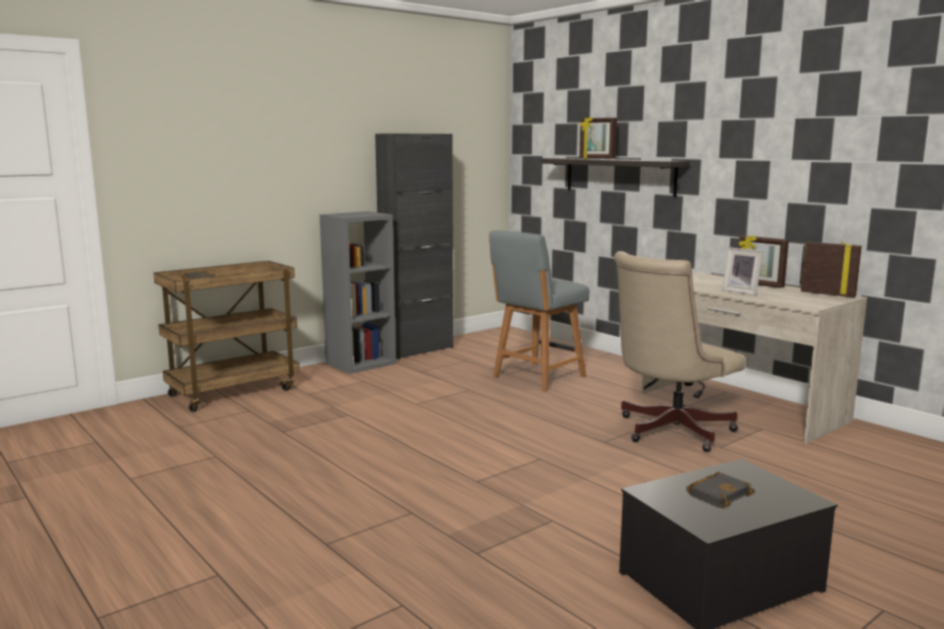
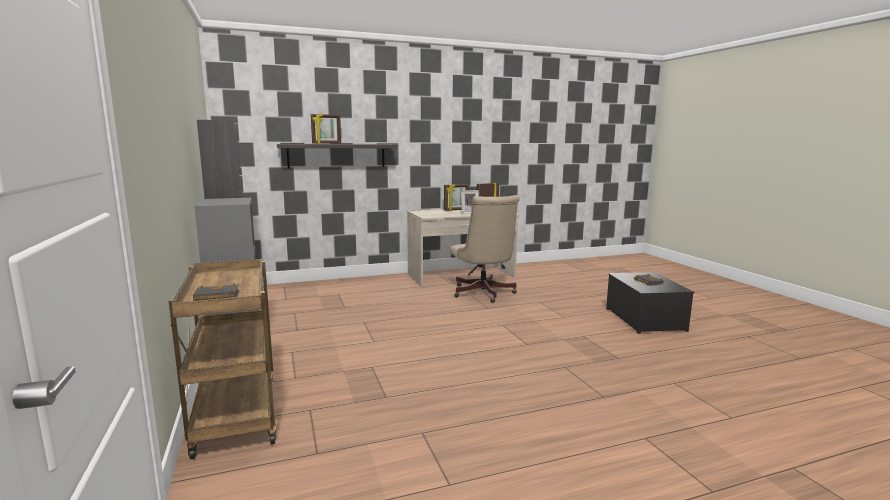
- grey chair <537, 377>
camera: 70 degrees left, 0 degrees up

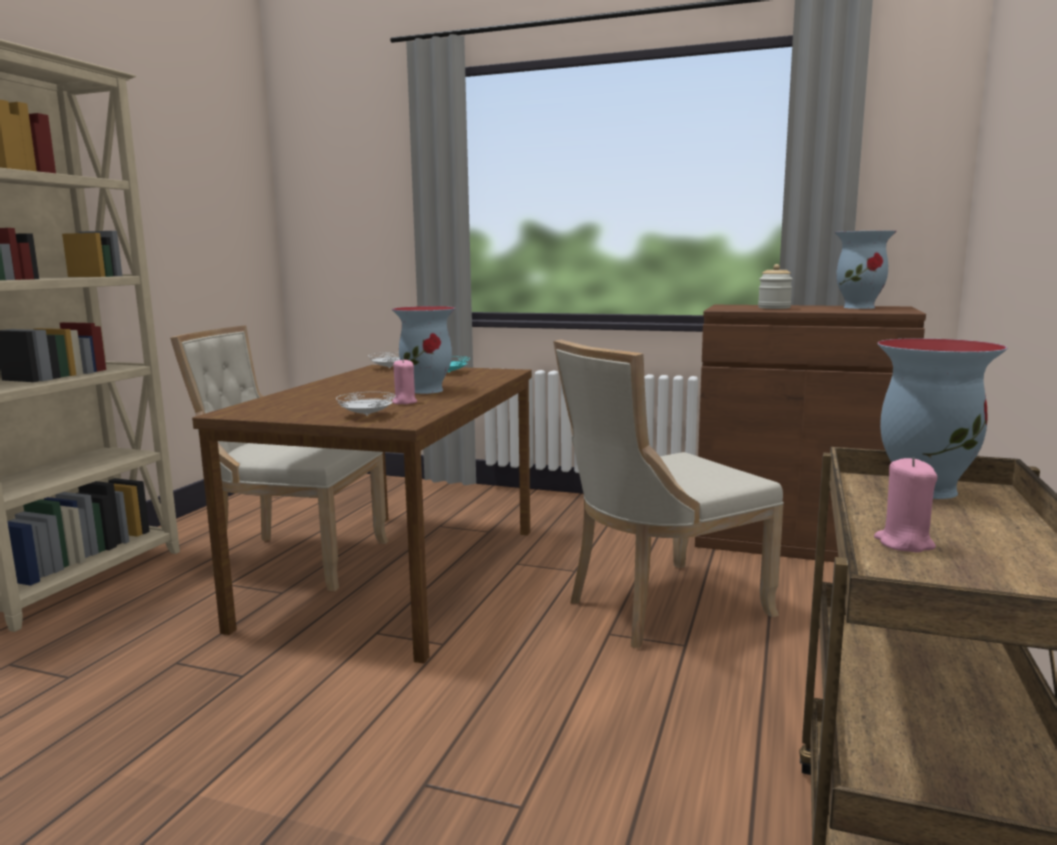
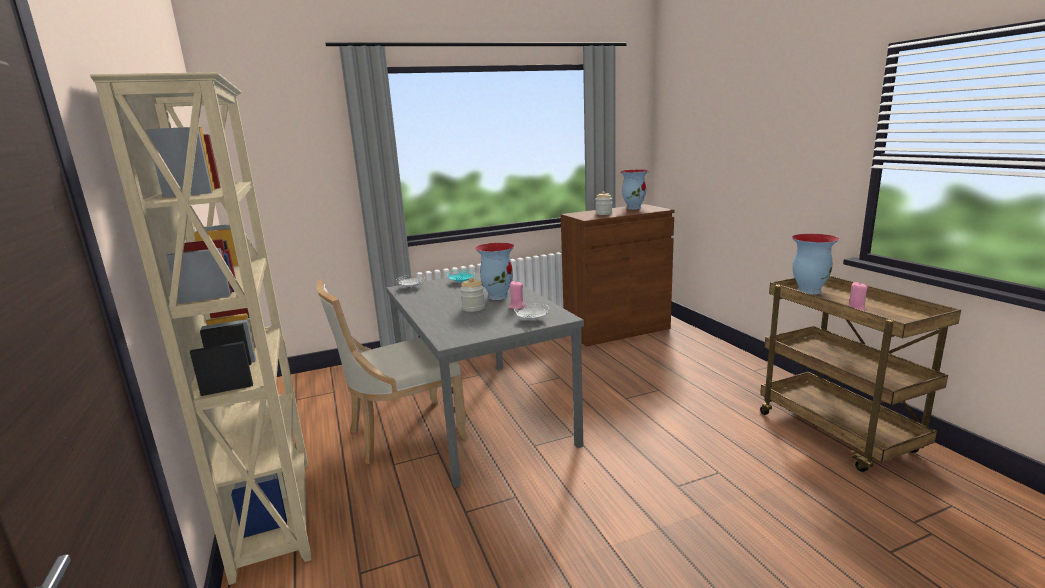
~ brown dining table <397, 574> to grey dining table <480, 415>
+ jar <473, 308>
- beige chair <658, 607>
camera: 40 degrees left, 5 degrees up

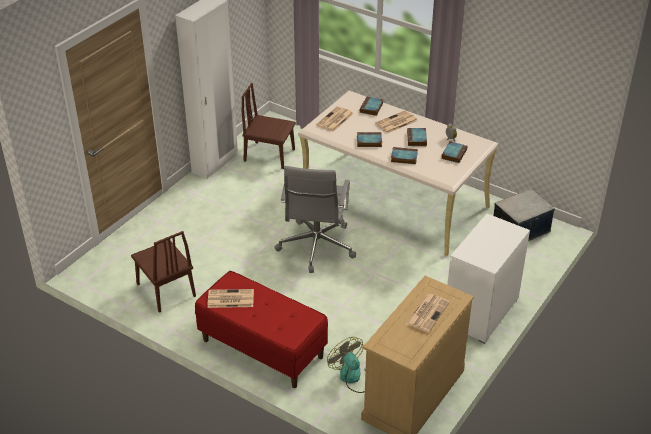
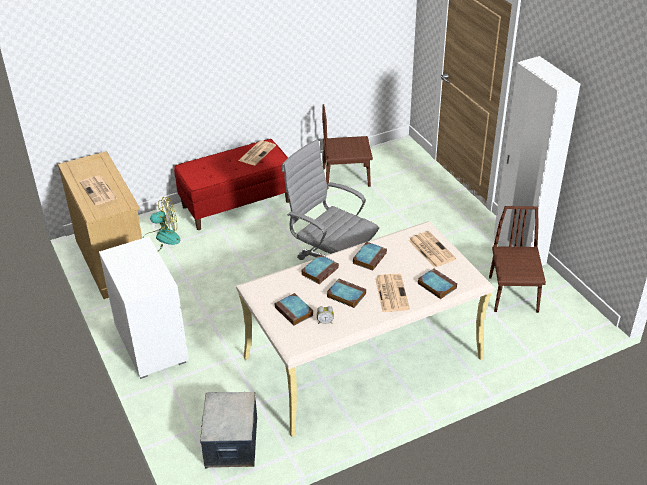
~ brown chair <269, 155> = <513, 294> 45 degrees counterclockwise
camera: 120 degrees right, 0 degrees up

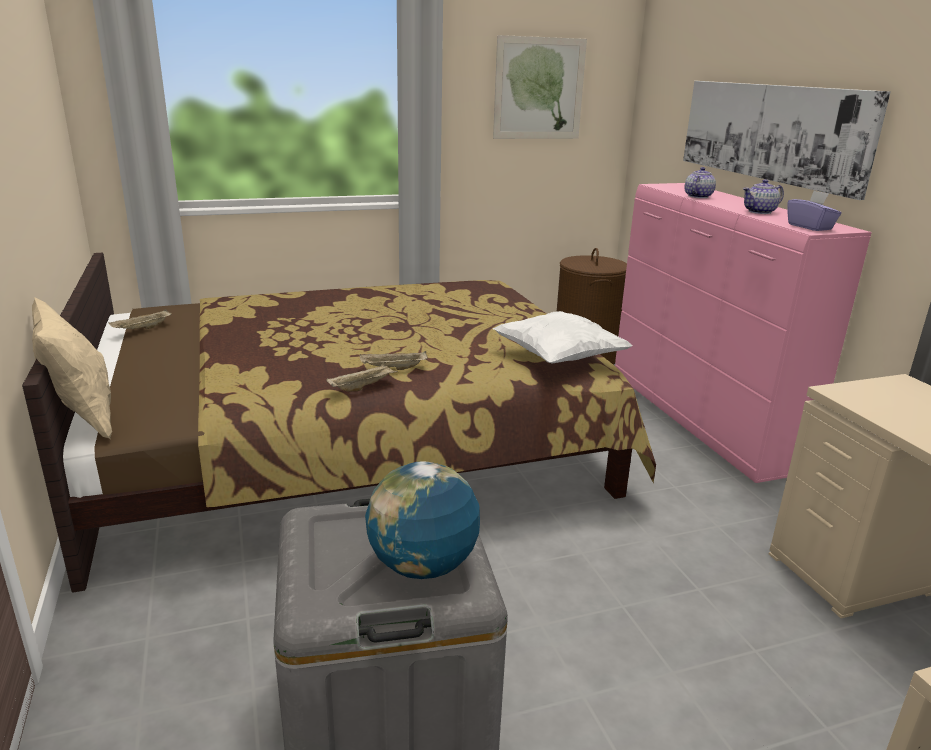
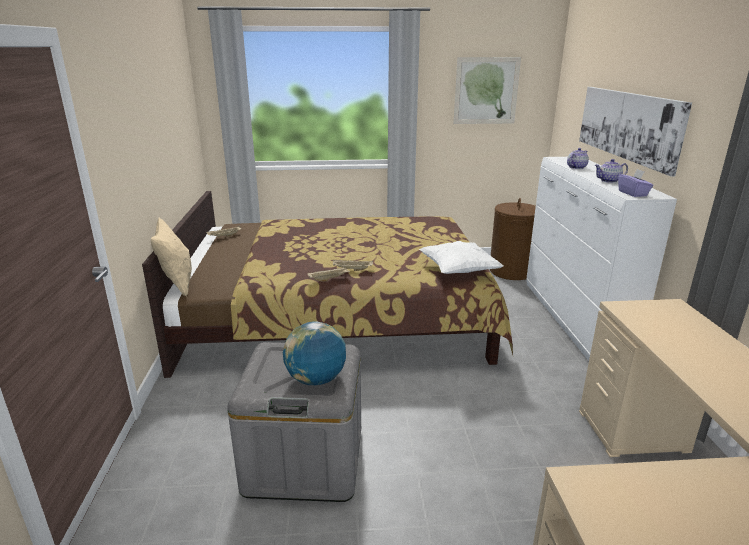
~ pink dresser <698, 420> to white dresser <572, 321>
camera: 15 degrees right, 0 degrees up

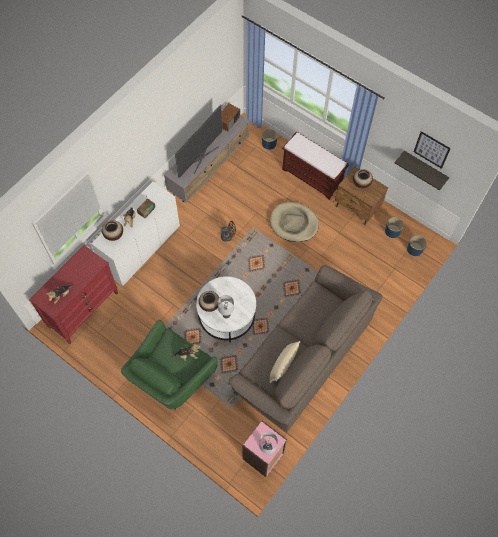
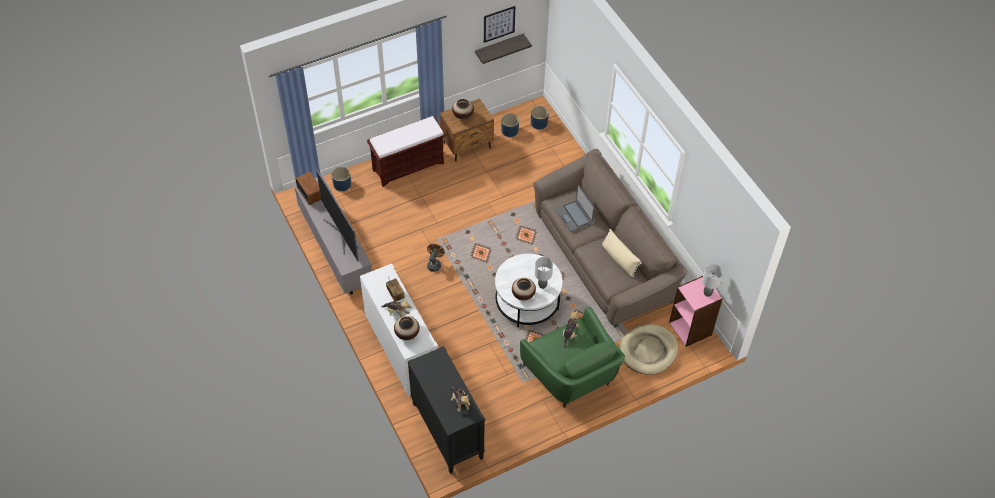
~ red dresser <83, 309> to black dresser <447, 431>
+ laptop <574, 216>
~ beige dog bed <294, 223> to <648, 351>
camera: 65 degrees left, 10 degrees down

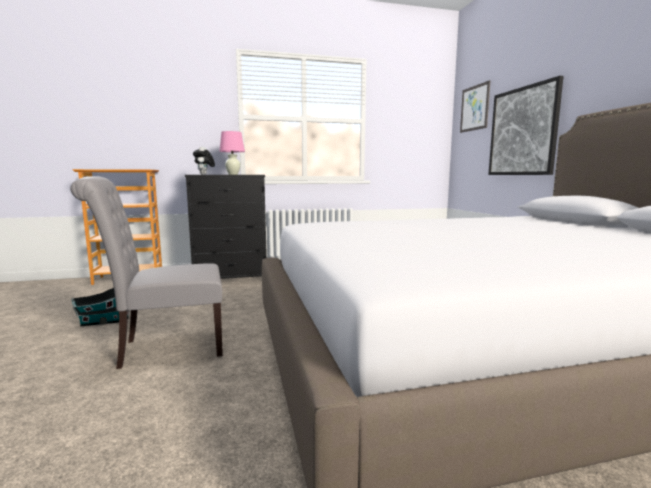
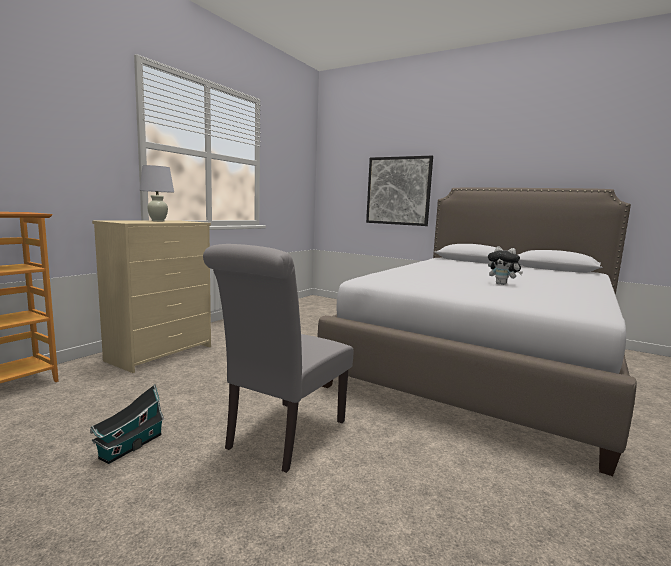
~ black dresser <231, 278> to beige dresser <161, 353>
~ pink table lamp <233, 174> to white table lamp <158, 221>
~ plush toy <204, 174> to <502, 284>
- picture <474, 108>
camera: 45 degrees left, 0 degrees up

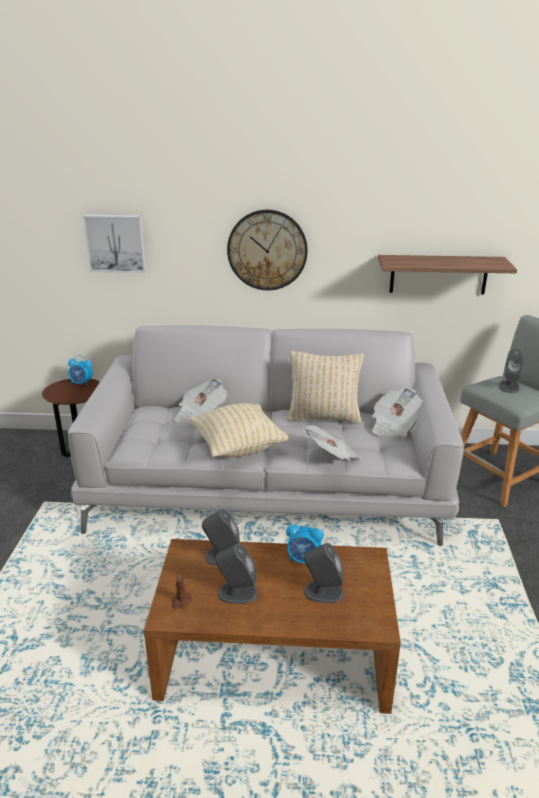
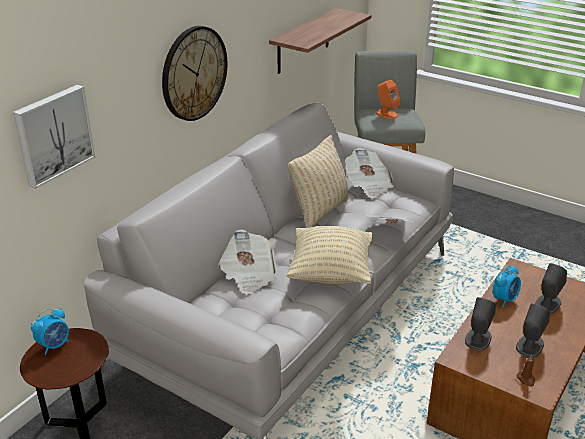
~ grey speaker <509, 386> to orange speaker <386, 114>
camera: 60 degrees left, 5 degrees up

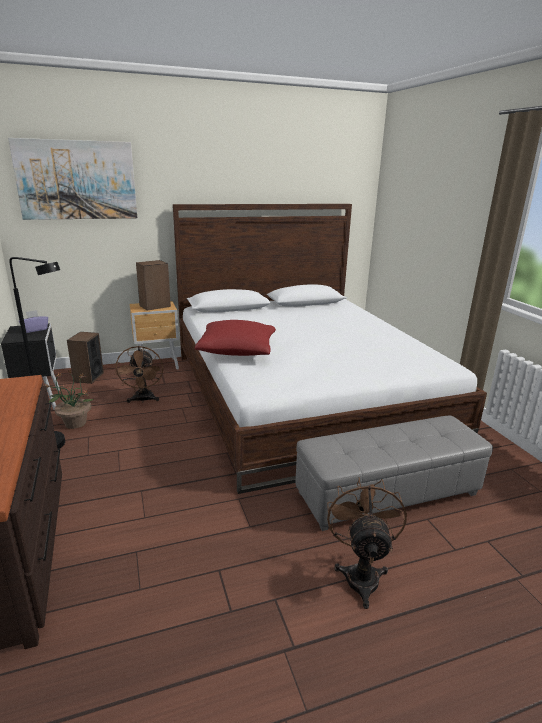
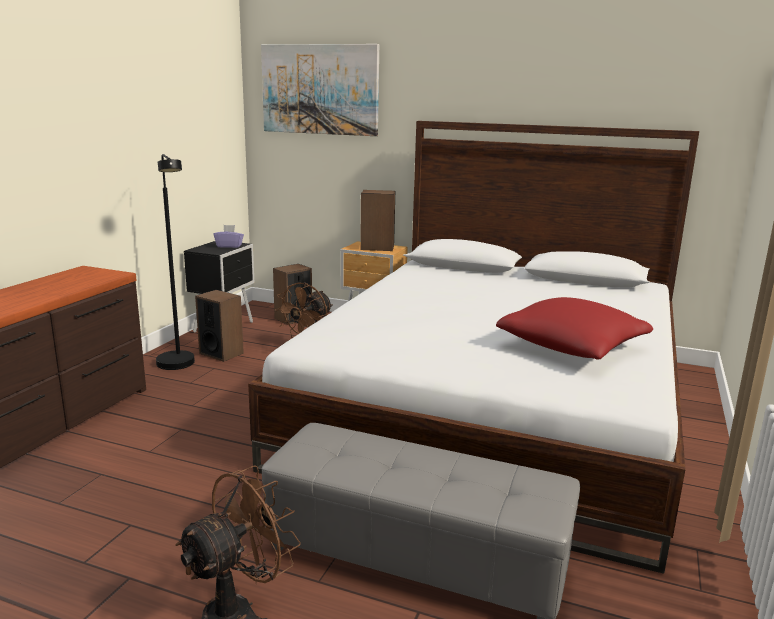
~ potted plant <75, 423> to speaker <221, 353>
~ red pillow <236, 350> to <571, 347>
camera: 40 degrees right, 5 degrees down

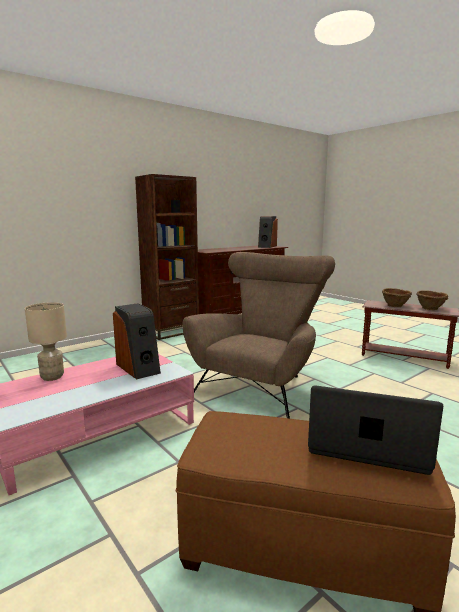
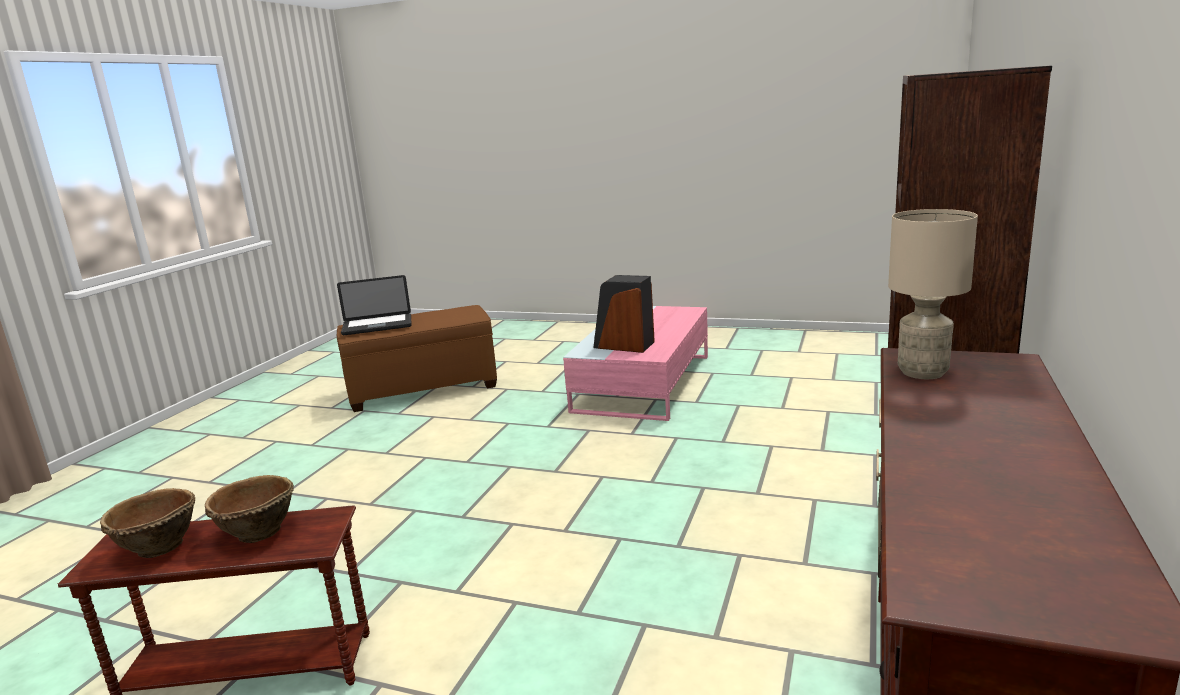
~ beige table lamp <52, 377> to <923, 373>
- brown armchair <261, 385>
- speaker <267, 246>
camera: 150 degrees right, 5 degrees up

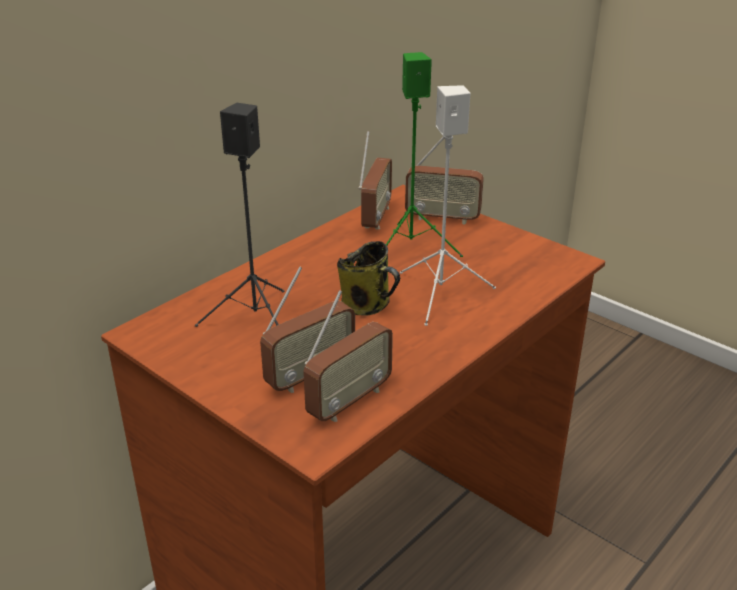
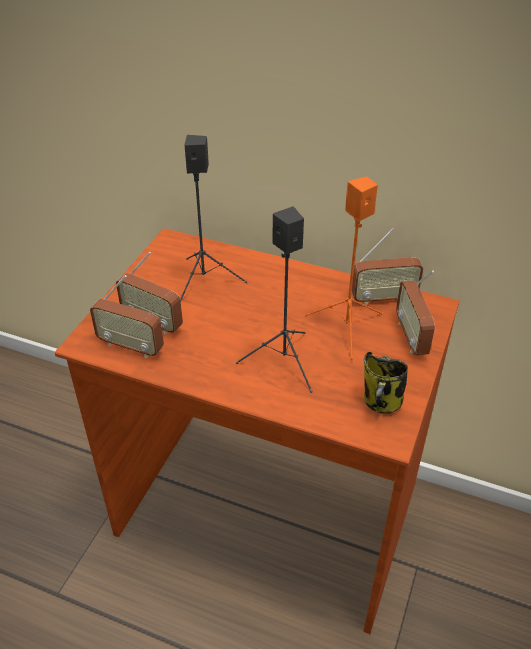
~ white speaker <440, 295> to black speaker <283, 362>
~ green speaker <412, 248> to orange speaker <346, 330>
~ mug <368, 306> to <381, 403>
camera: 70 degrees right, 10 degrees up

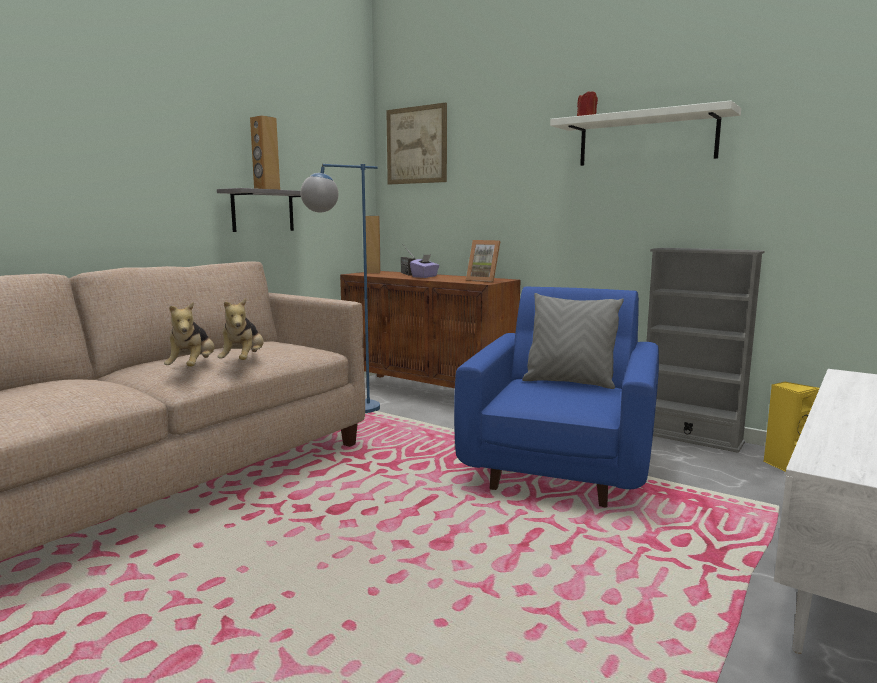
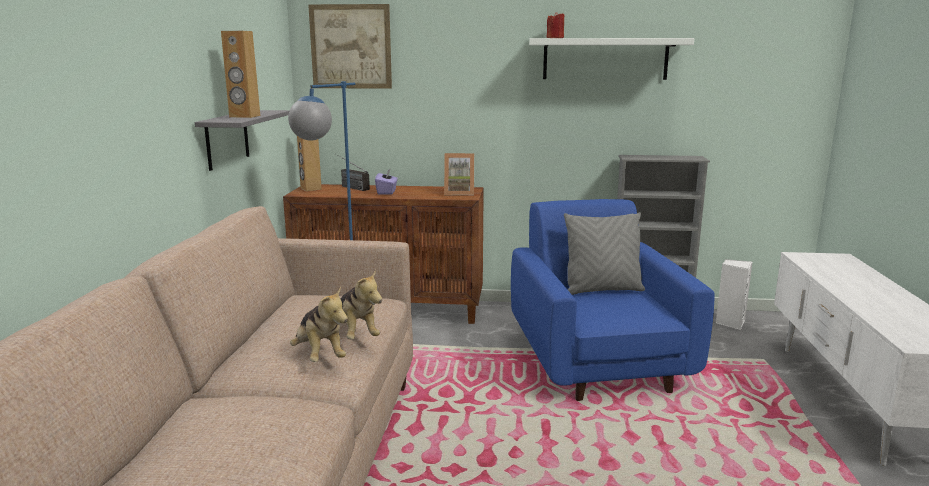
~ yellow speaker <785, 465> to white speaker <730, 322>
camera: 30 degrees left, 5 degrees up

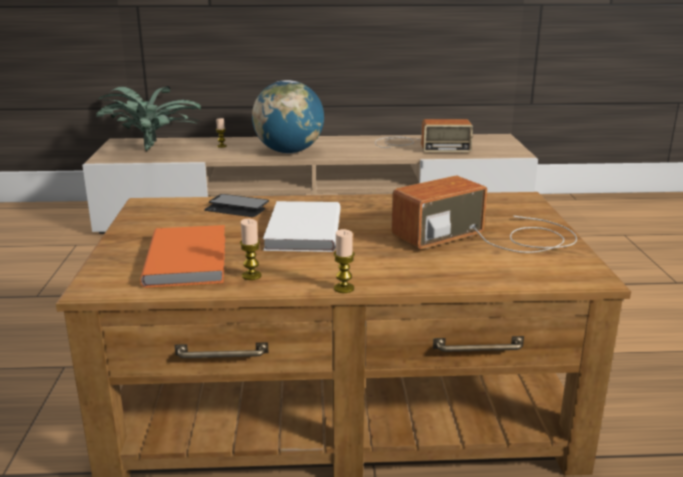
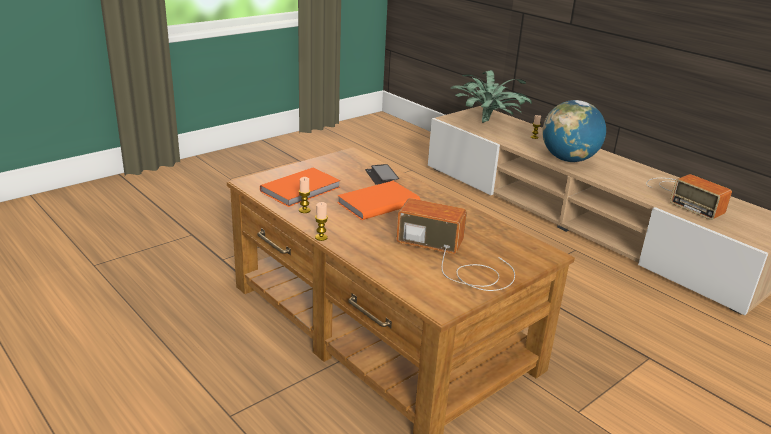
~ white book <301, 231> to orange book <376, 203>
camera: 50 degrees right, 5 degrees up

